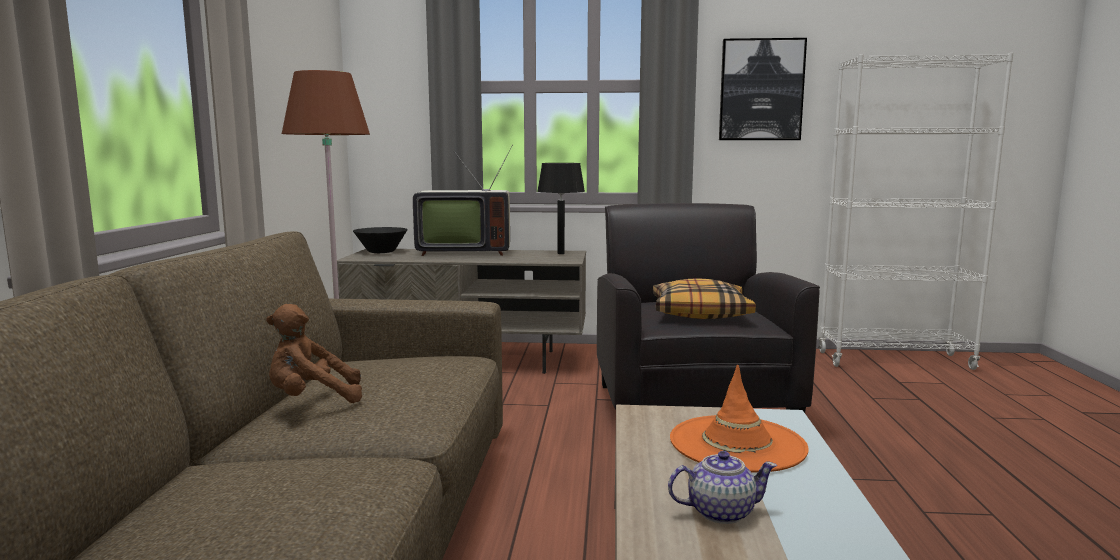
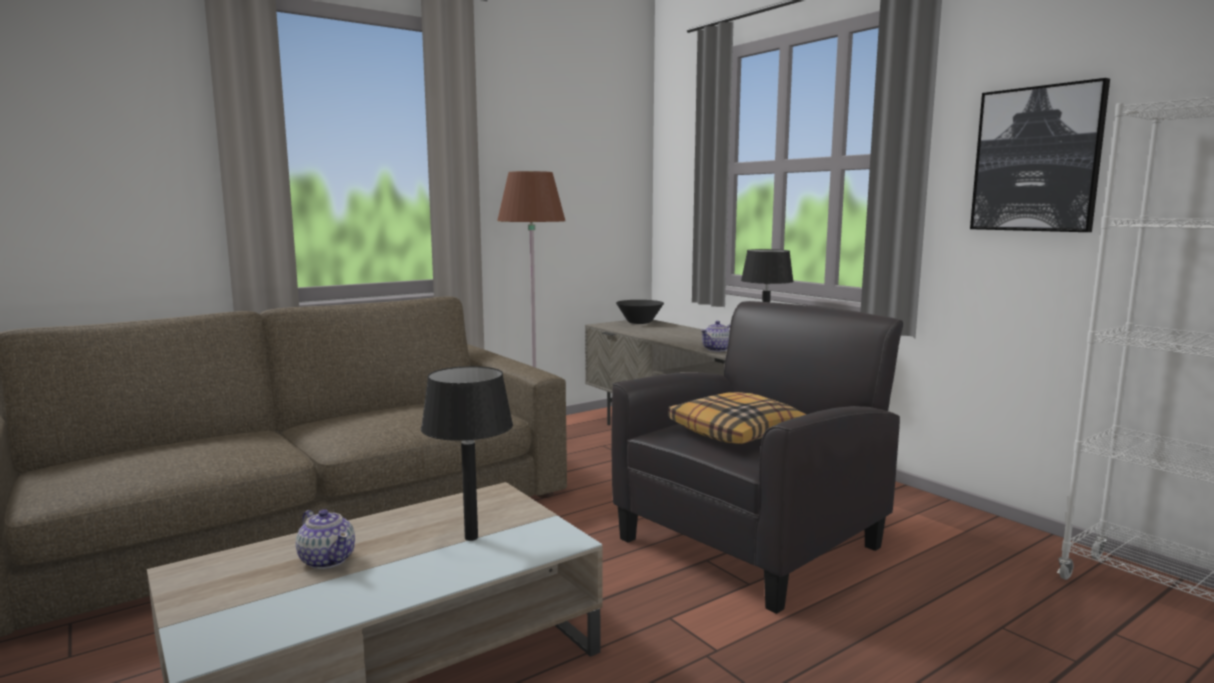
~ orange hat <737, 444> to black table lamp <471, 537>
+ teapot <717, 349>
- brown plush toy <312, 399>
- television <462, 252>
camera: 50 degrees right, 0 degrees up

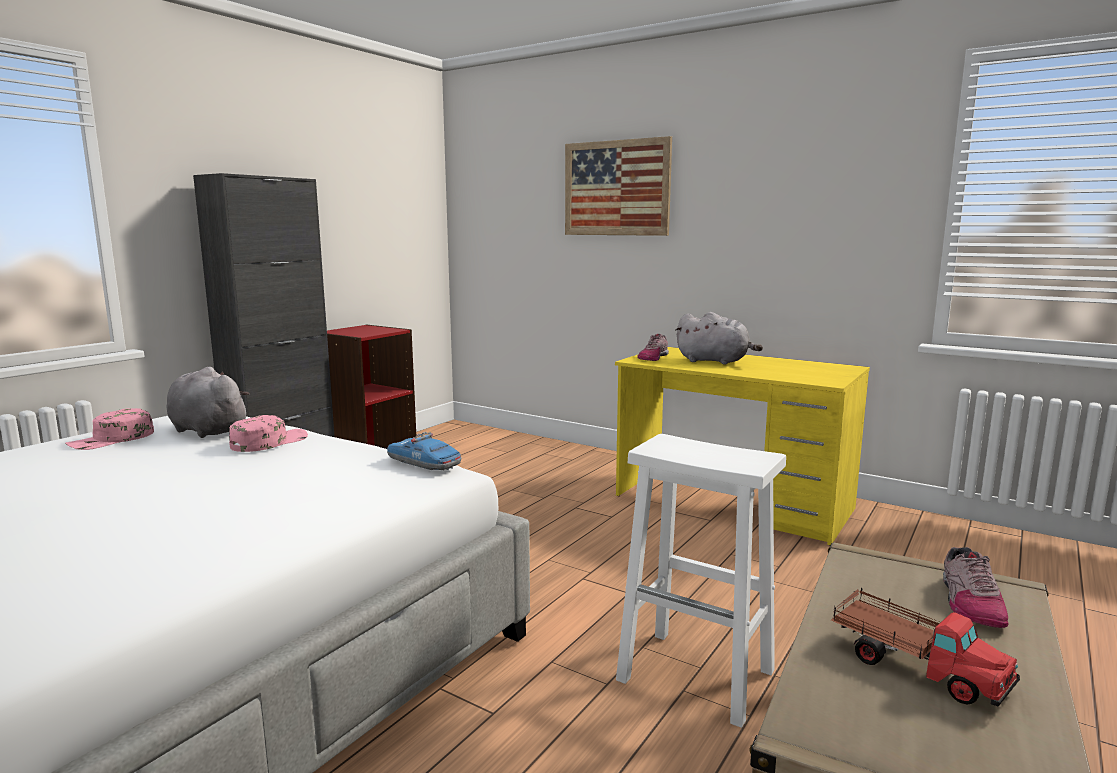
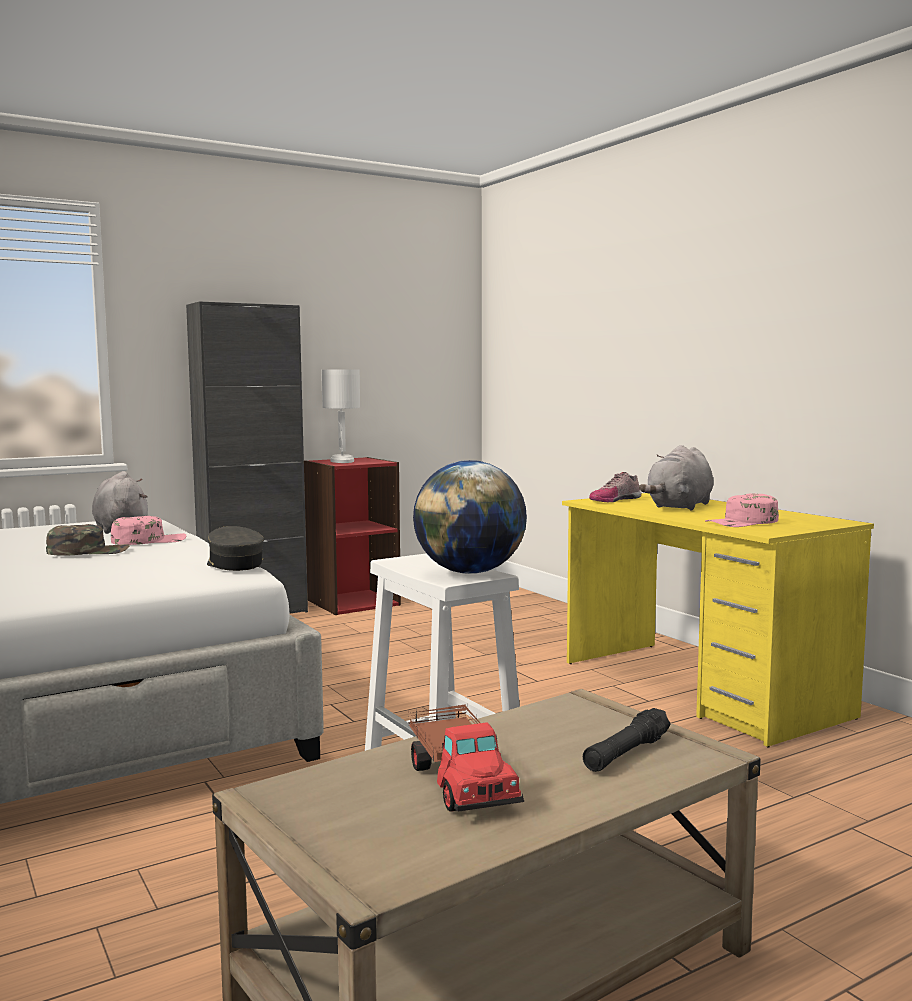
+ green cap <88, 551>
~ toy car <424, 462> to grey cap <234, 564>
+ white table lamp <341, 461>
+ globe <470, 572>
~ shoe <969, 602> to black flashlight <626, 753>
~ grey plush toy <715, 361> = <679, 507> 75 degrees clockwise
~ pink cap <112, 440> to <742, 522>
- picture <616, 188>
camera: 25 degrees right, 5 degrees down

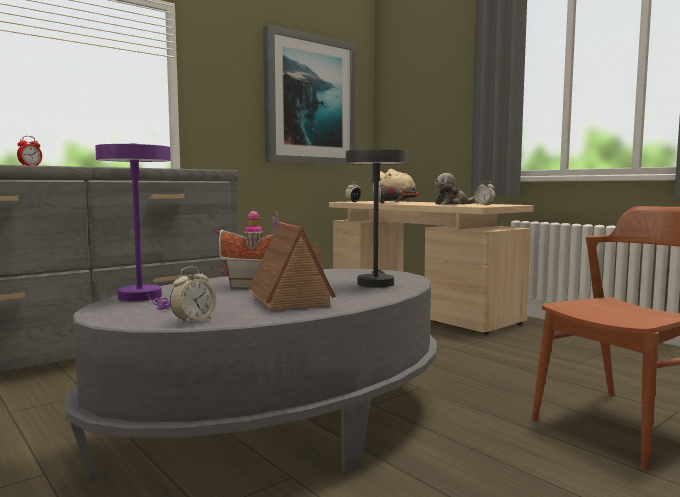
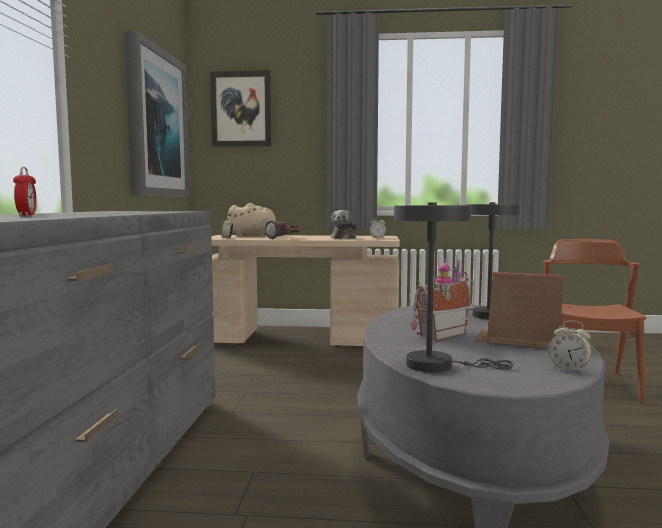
+ picture <241, 109>
~ purple table lamp <143, 298> to grey table lamp <437, 365>
~ alarm clock <193, 320> = <568, 369> 135 degrees clockwise
camera: 45 degrees left, 0 degrees up

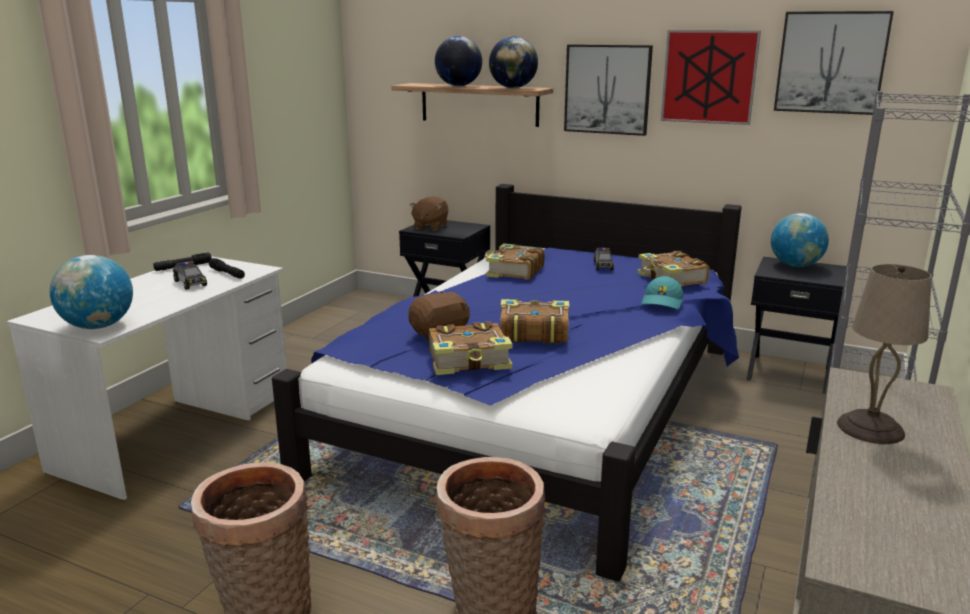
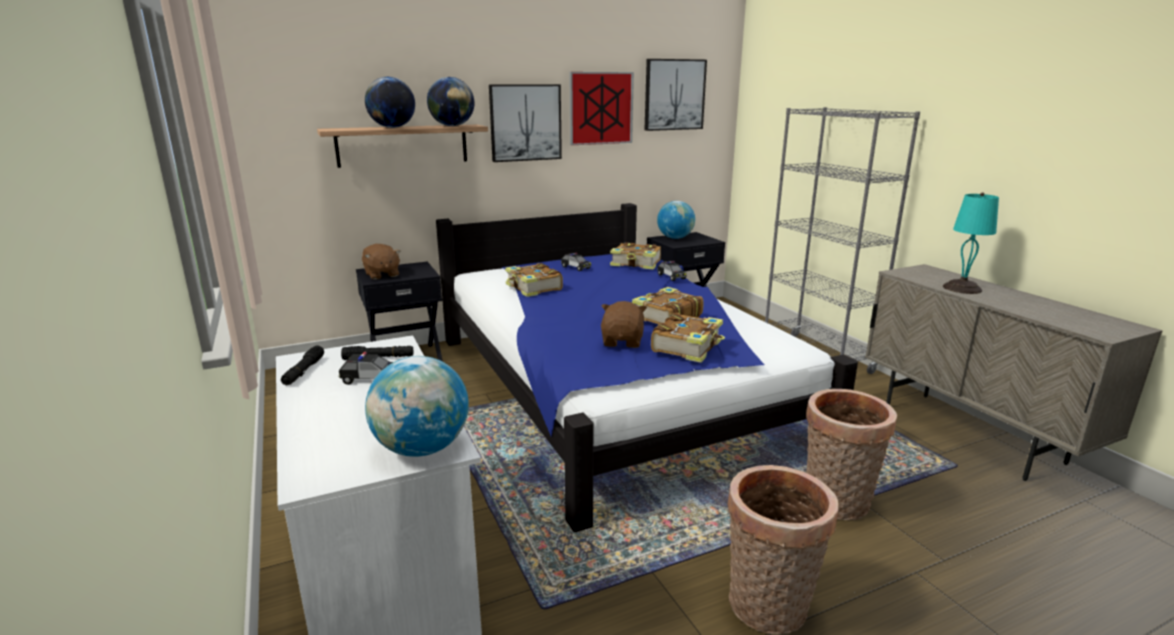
~ turquoise cap <663, 302> to toy car <671, 277>
~ beige table lamp <869, 427> to turquoise table lamp <961, 288>
camera: 50 degrees left, 0 degrees up

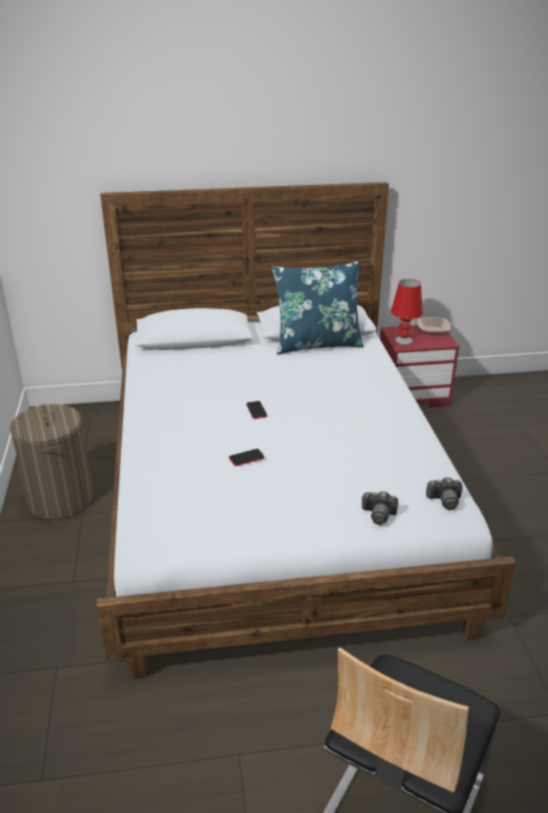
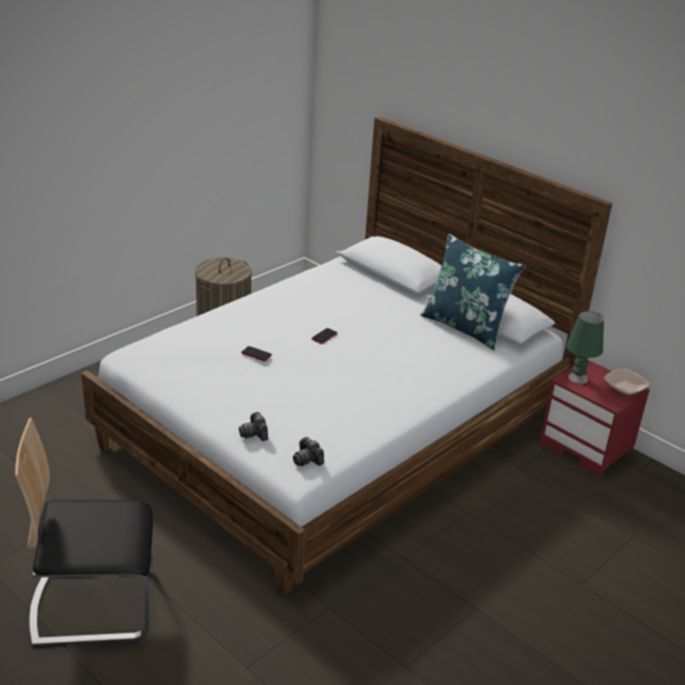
~ red table lamp <404, 340> to green table lamp <577, 378>
camera: 50 degrees right, 0 degrees up

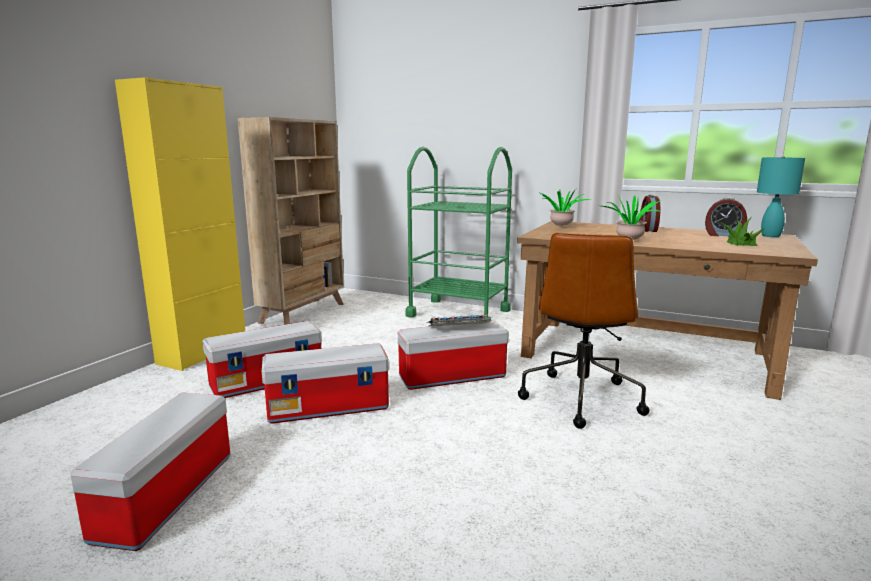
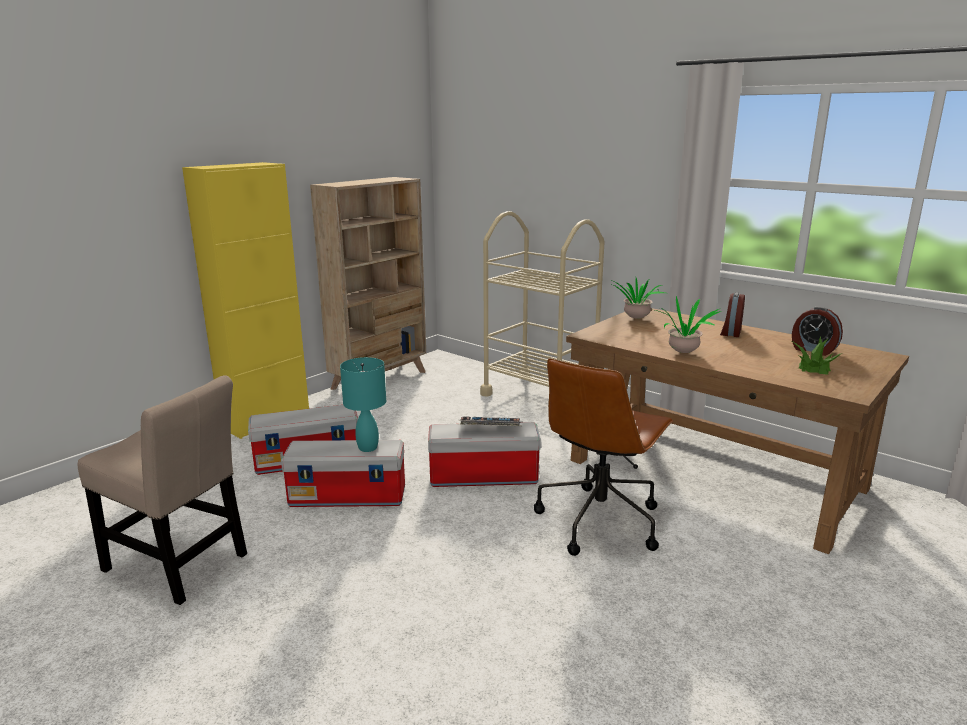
~ storage box <166, 497> to beige chair <179, 565>
~ turquoise table lamp <770, 236> to <367, 448>
~ green cart <459, 313> to beige cart <539, 396>
camera: 15 degrees right, 5 degrees up

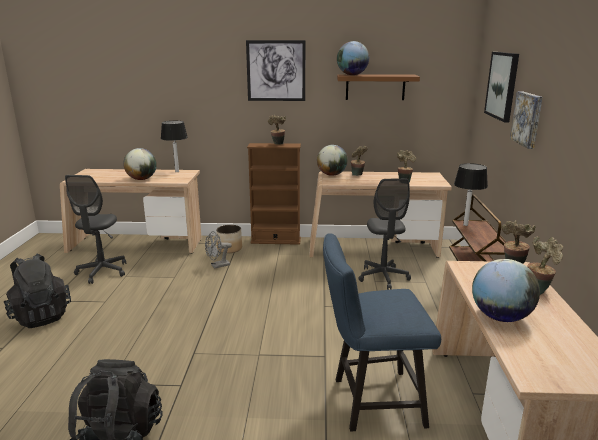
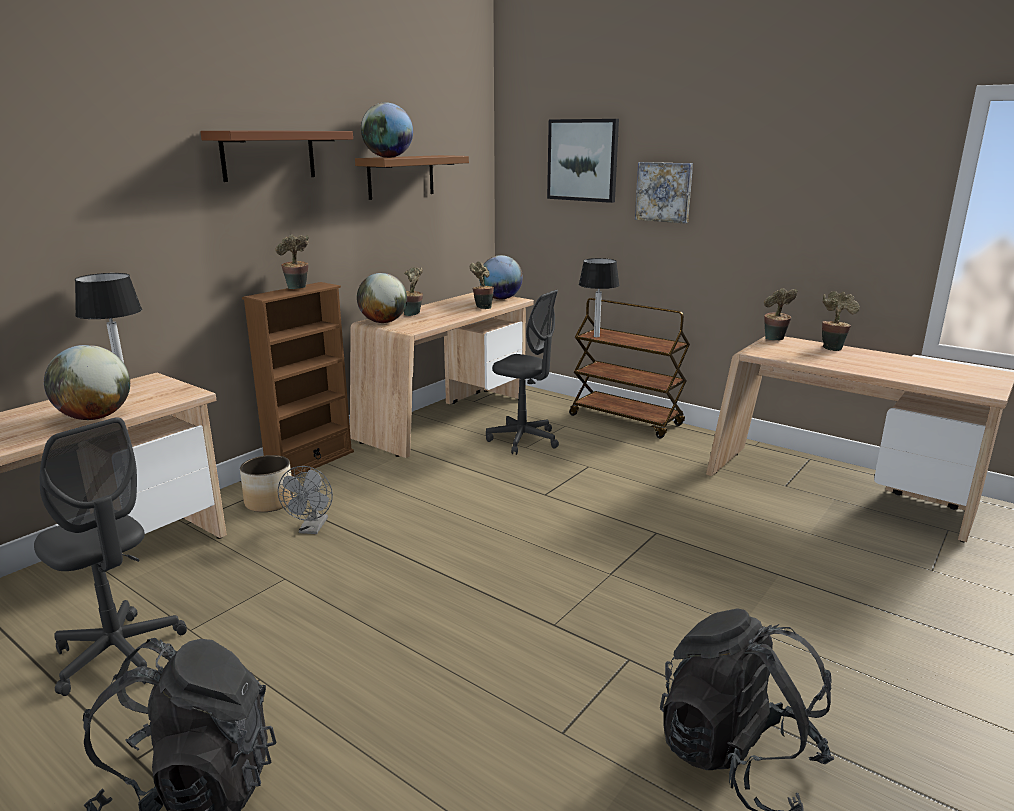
~ picture <276, 71> to brown shelf <268, 155>
~ globe <500, 317> to <500, 299>
- blue chair <371, 401>
camera: 55 degrees left, 0 degrees up

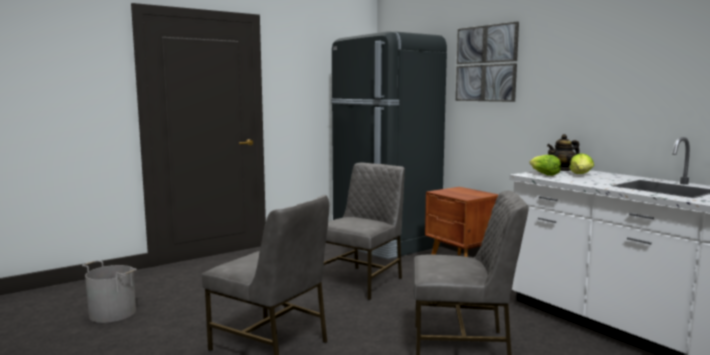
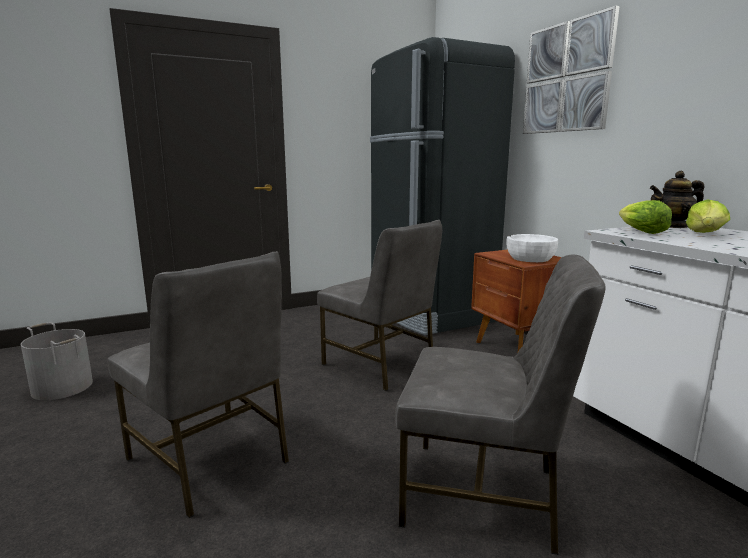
~ grey chair <362, 282> = <380, 365> 90 degrees clockwise
+ white bowl <530, 258>
camera: 10 degrees right, 5 degrees up

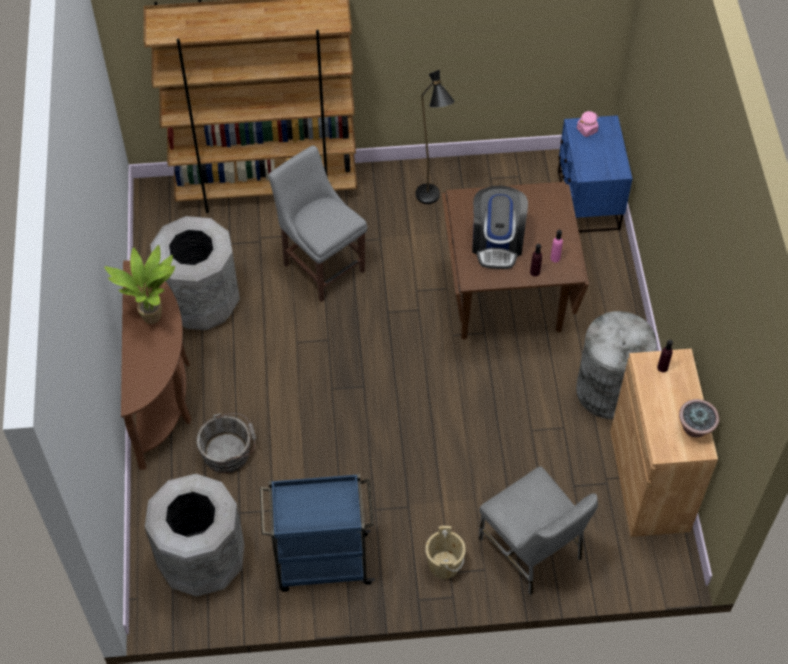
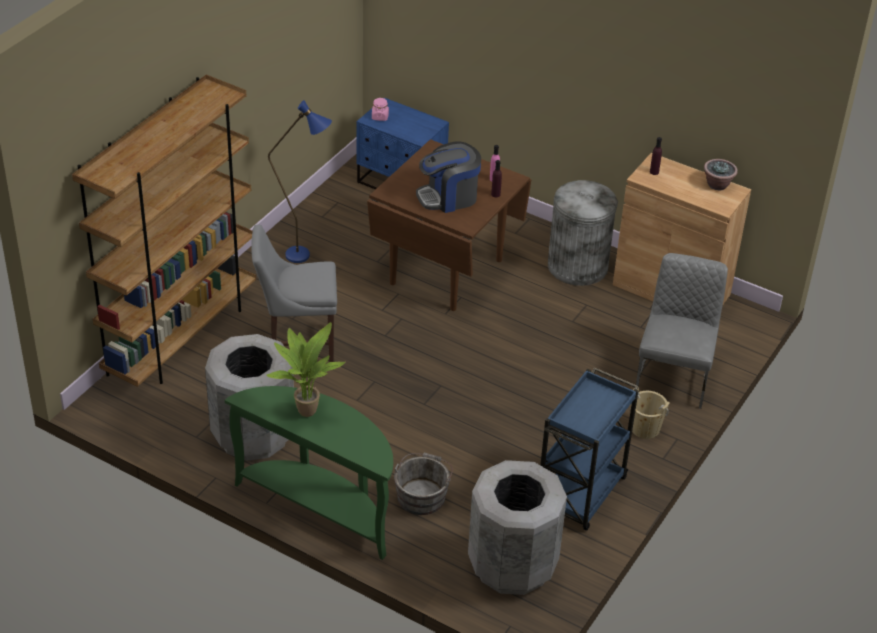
~ brown console table <163, 395> to green console table <321, 506>
~ black floor lamp <431, 201> to blue floor lamp <306, 257>
~ coffee machine <497, 243> = <449, 197> 120 degrees clockwise
~ grey chair <532, 549> = <674, 376> 75 degrees counterclockwise
camera: 55 degrees left, 15 degrees down

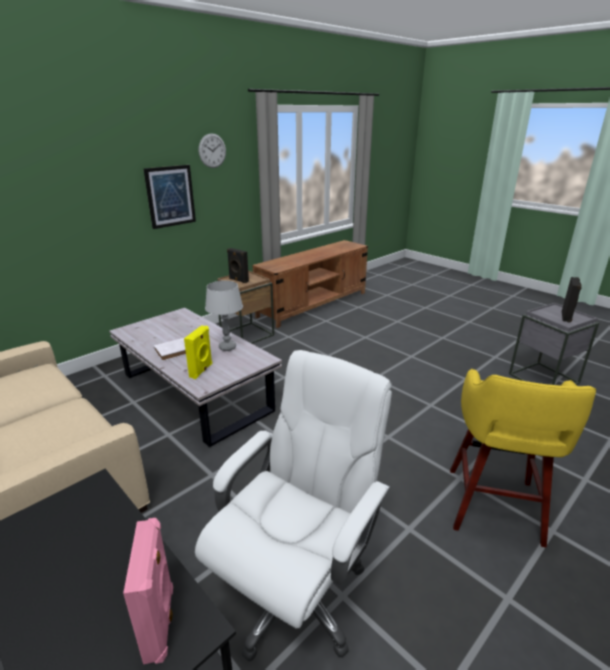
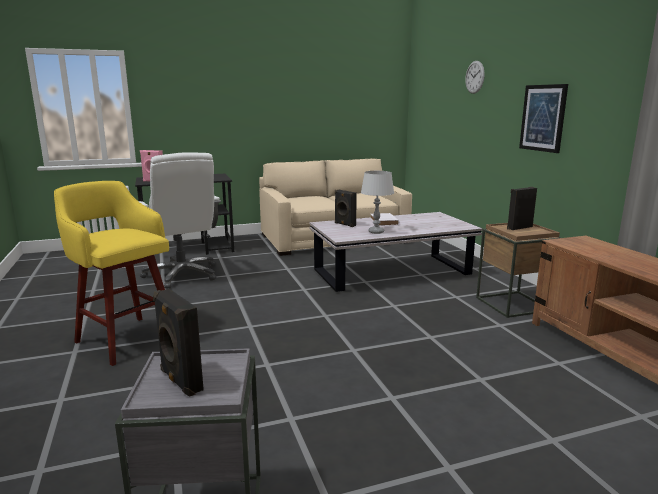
~ yellow speaker <202, 371> to black speaker <344, 224>
~ wall clock <212, 150> to <474, 77>
camera: 115 degrees right, 10 degrees down

